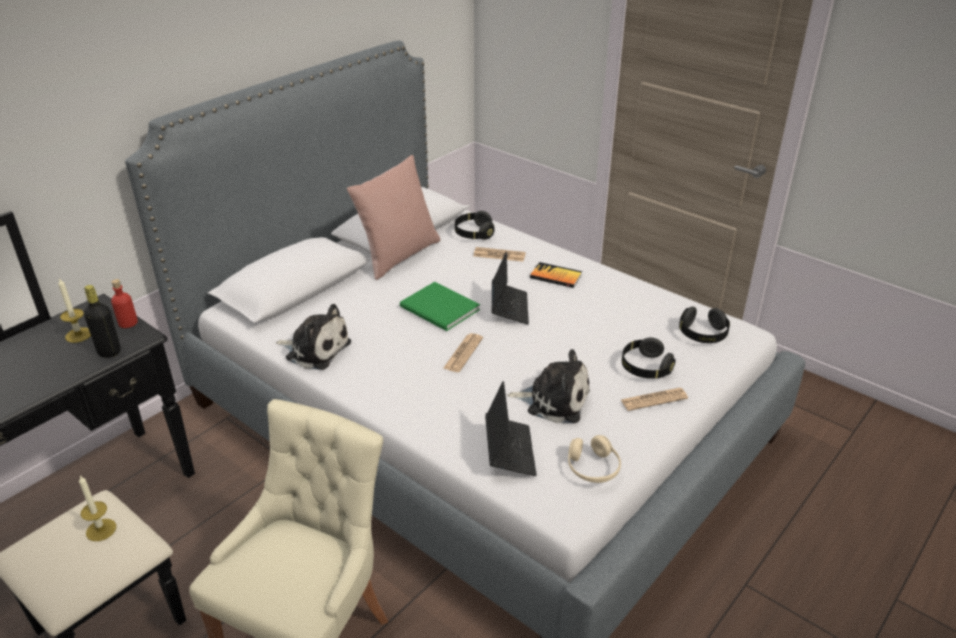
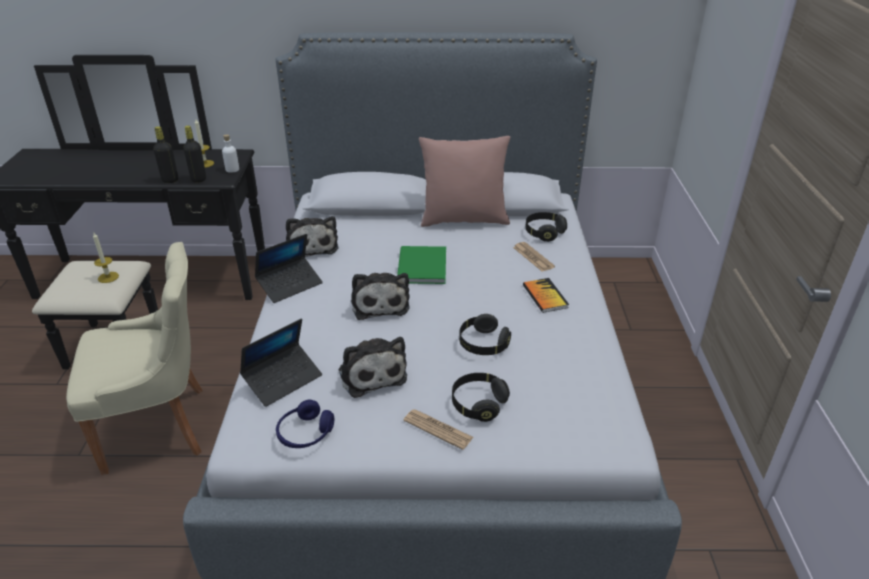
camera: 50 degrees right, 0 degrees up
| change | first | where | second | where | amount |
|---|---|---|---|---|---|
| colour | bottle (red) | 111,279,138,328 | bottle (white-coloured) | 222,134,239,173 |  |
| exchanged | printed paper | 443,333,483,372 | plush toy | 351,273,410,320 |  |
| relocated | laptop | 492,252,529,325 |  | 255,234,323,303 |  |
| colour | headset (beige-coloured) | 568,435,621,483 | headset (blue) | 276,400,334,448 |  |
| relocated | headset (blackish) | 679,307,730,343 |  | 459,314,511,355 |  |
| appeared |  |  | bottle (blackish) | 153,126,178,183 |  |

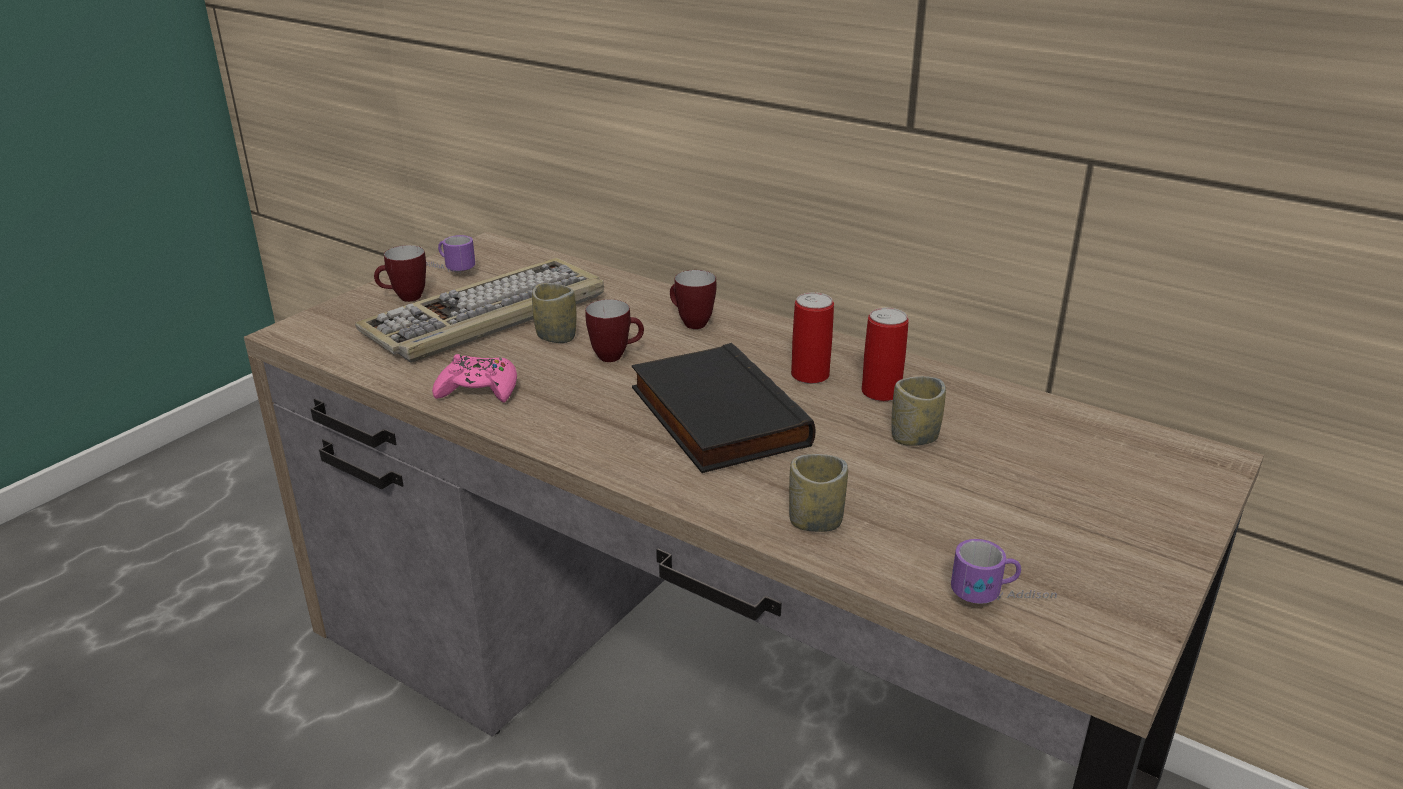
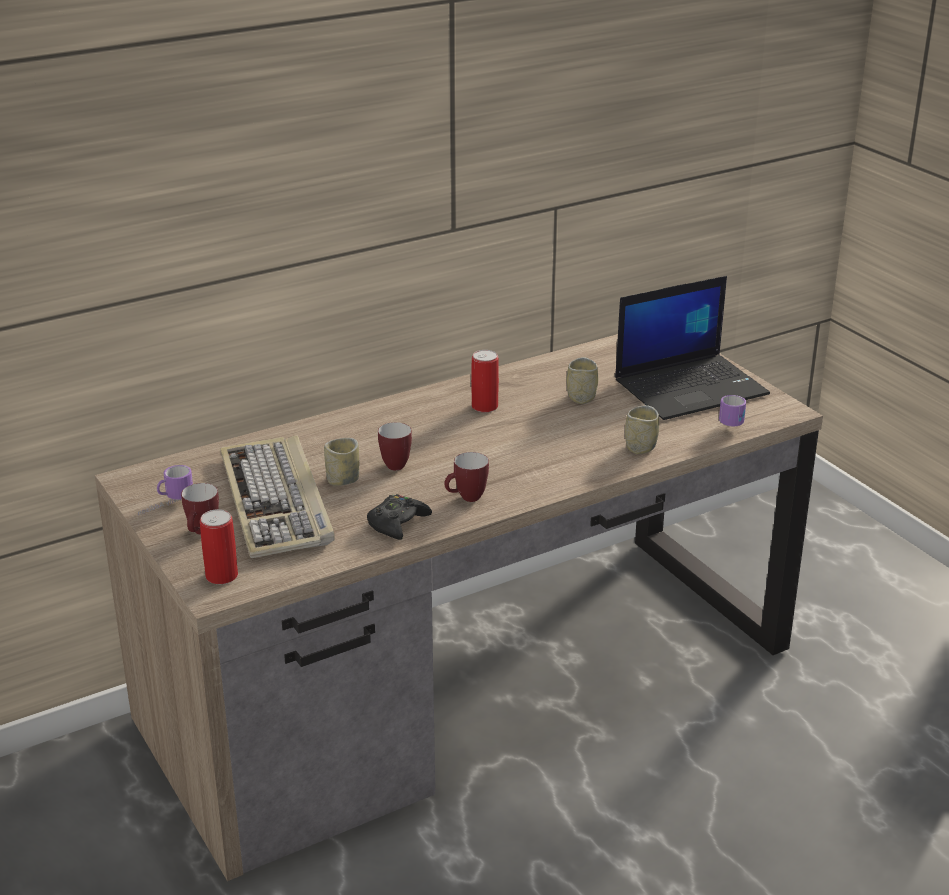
camera: 65 degrees left, 0 degrees up
| change | first | where | second | where | amount |
|---|---|---|---|---|---|
| colour | gamepad (pink-coloured) | 432,354,517,403 | gamepad (blackish) | 367,494,432,540 |  |
| missing | bound book (blackish) | 632,343,816,473 |  |  |  |
| relocated | mug | 670,270,716,329 |  | 444,452,489,502 |  |
| relocated | can | 862,308,909,401 |  | 200,509,238,584 |  |
| appeared |  |  | laptop | 615,276,770,420 |  |

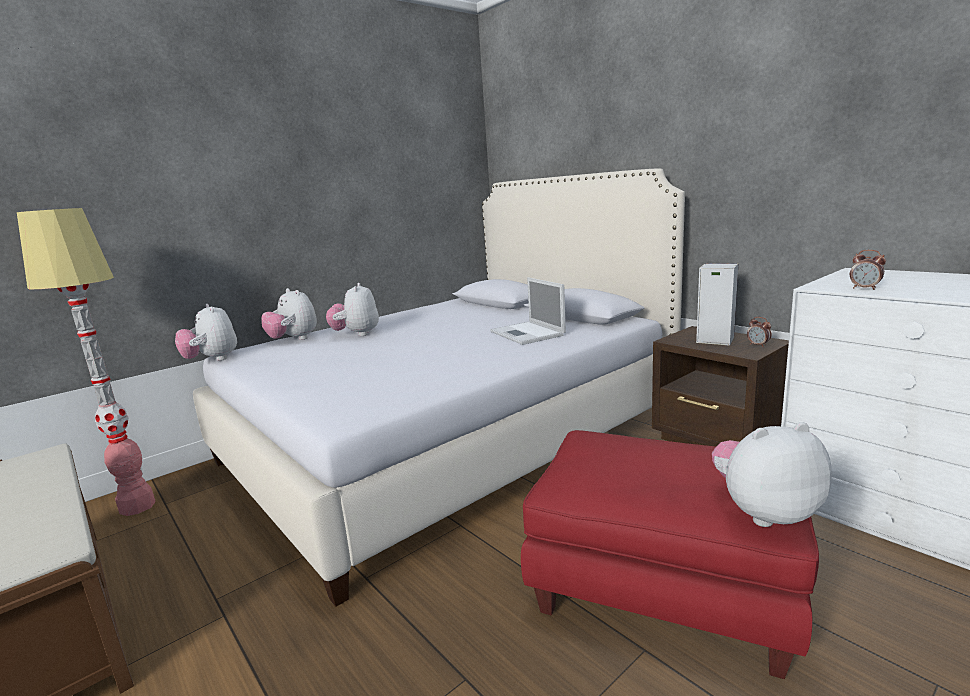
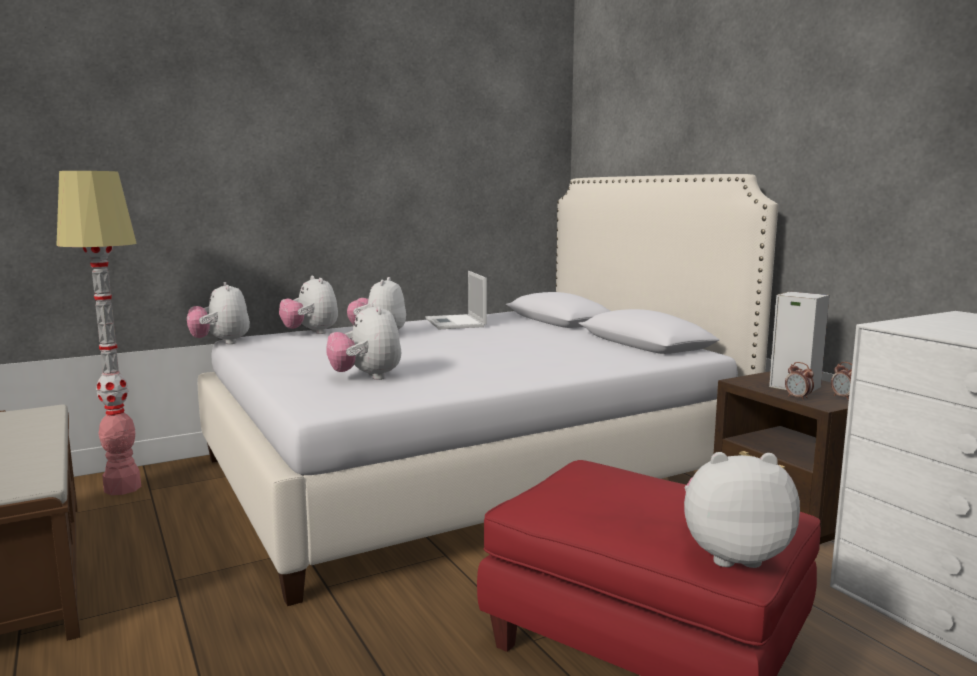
camera: 10 degrees right, 5 degrees down
| change | first | where | second | where | amount |
|---|---|---|---|---|---|
| relocated | laptop | 490,277,566,345 |  | 425,271,487,329 |  |
| relocated | table clock | 850,250,886,290 |  | 785,362,814,400 |  |
| appeared |  |  | plush toy | 326,302,401,380 |  |

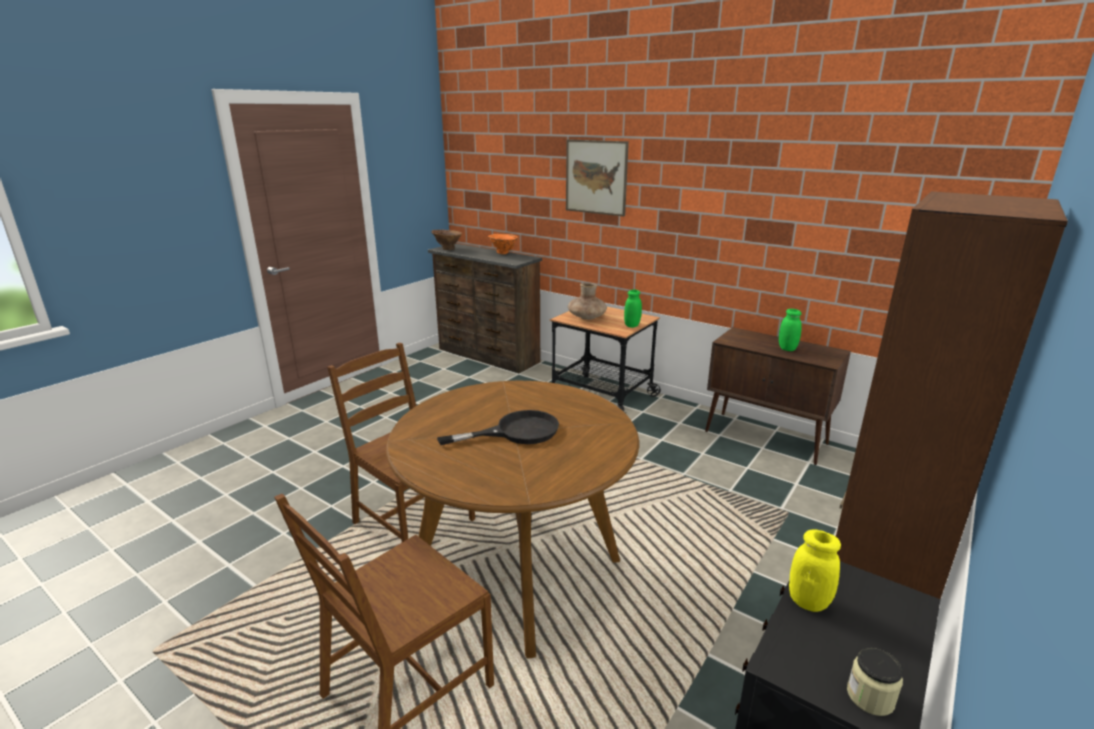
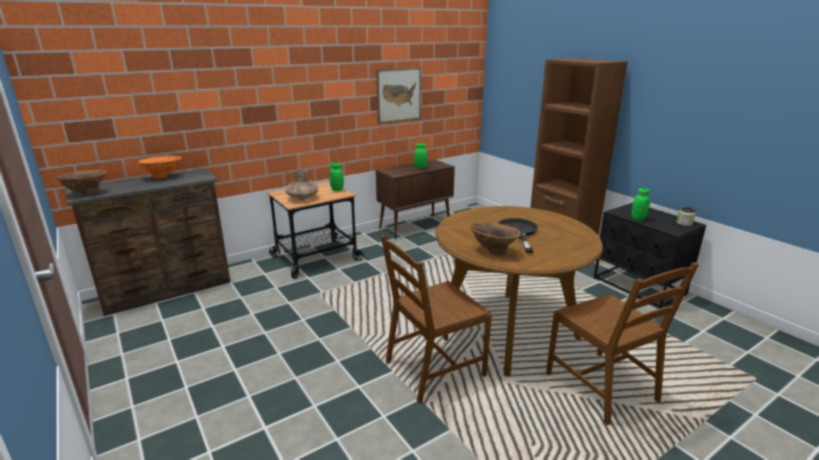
camera: 70 degrees left, 0 degrees up
| change | first | where | second | where | amount |
|---|---|---|---|---|---|
| relocated | picture | 566,139,629,216 |  | 377,68,421,124 |  |
| colour | preserve jar (yellow-coloured) | 789,529,841,612 | preserve jar (green-coloured) | 632,188,650,221 |  |
| appeared |  |  | decorative vase (brownish) | 470,222,521,255 |  |

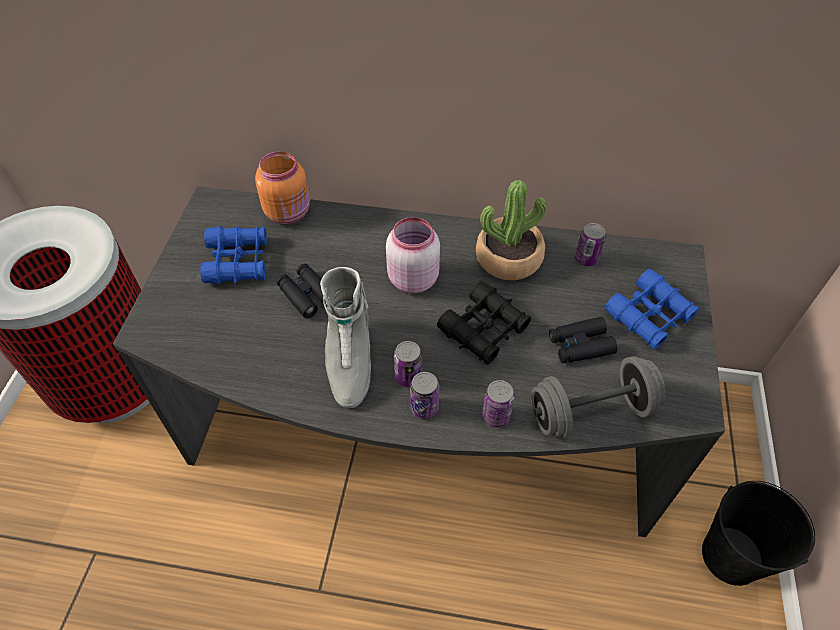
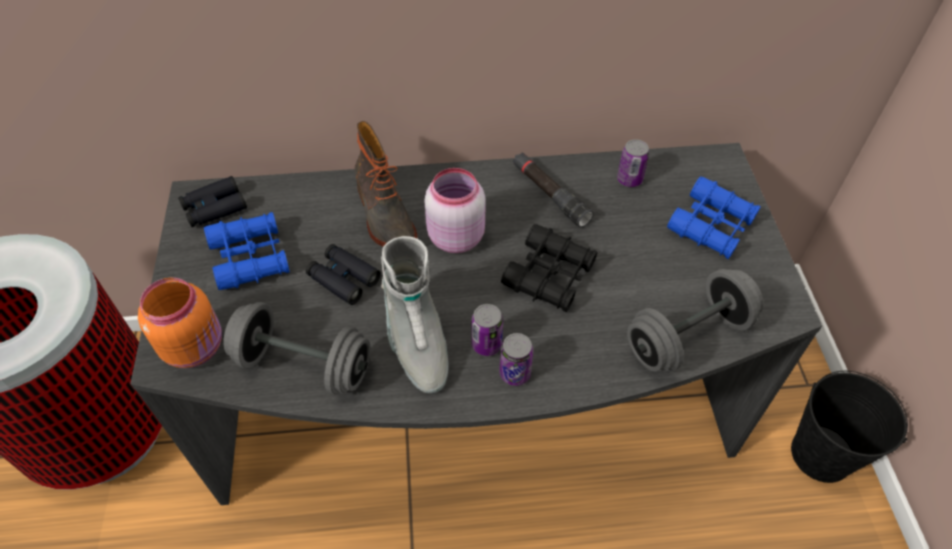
camera: 15 degrees left, 0 degrees up
| change | first | where | second | where | amount |
|---|---|---|---|---|---|
| relocated | preserve jar (orangey) | 255,152,310,224 |  | 138,278,222,368 |  |
| exchanged | potted plant | 476,180,547,280 | hand torch (blackish) | 513,153,594,227 |  |
| missing | can | 482,380,515,427 |  |  |  |
| relocated | pair of binoculars (blackish) | 549,317,617,363 |  | 178,176,247,227 |  |
| appeared |  |  | hand weight (greyish) | 223,302,370,395 |  |
| appeared |  |  | boot | 354,121,418,247 |  |

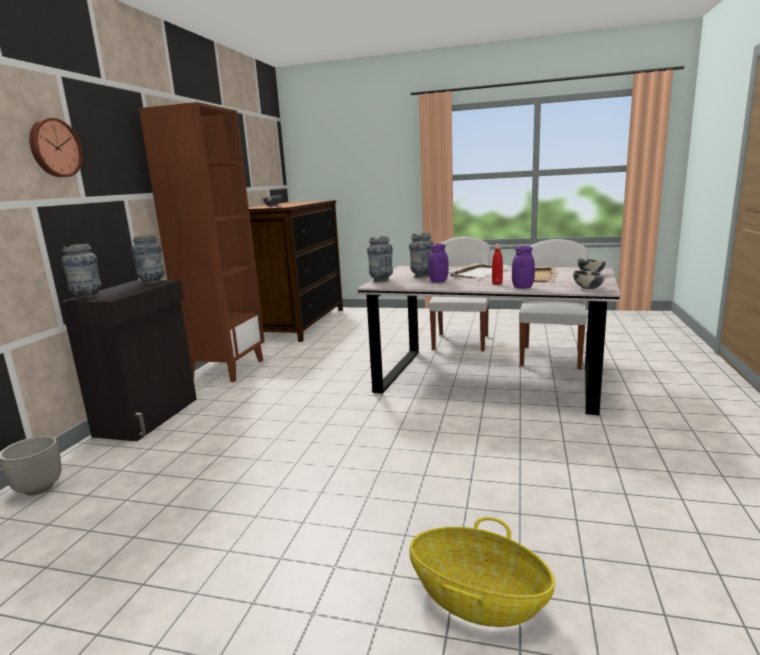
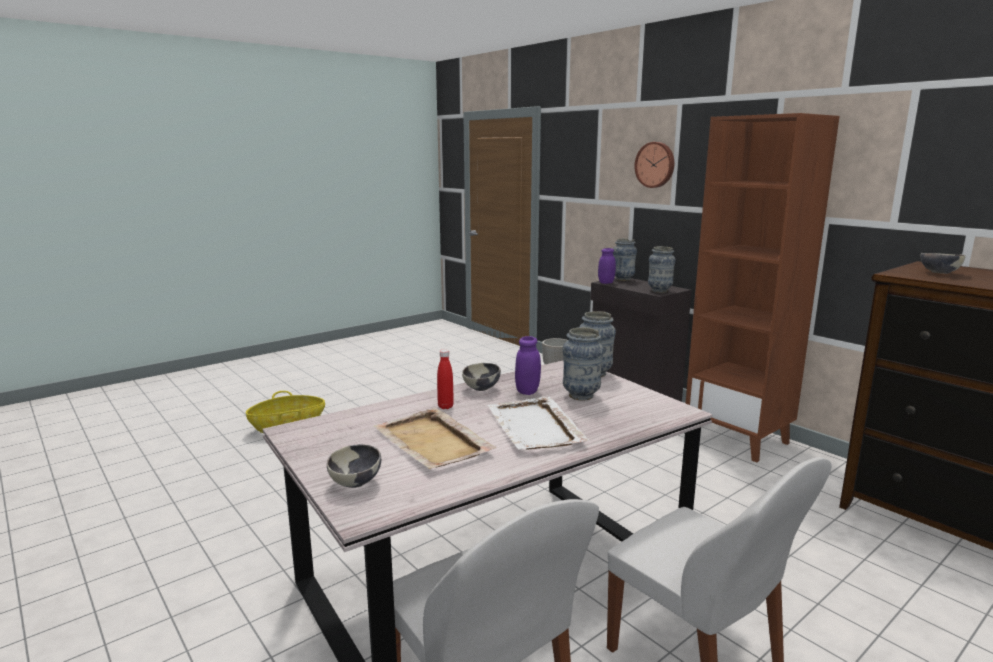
camera: 125 degrees right, 0 degrees up
| change | first | where | second | where | amount |
|---|---|---|---|---|---|
| relocated | preserve jar (purplish) | 512,246,535,289 |  | 598,248,616,284 |  |
| relocated | deep dish | 573,270,606,289 |  | 462,363,501,391 |  |

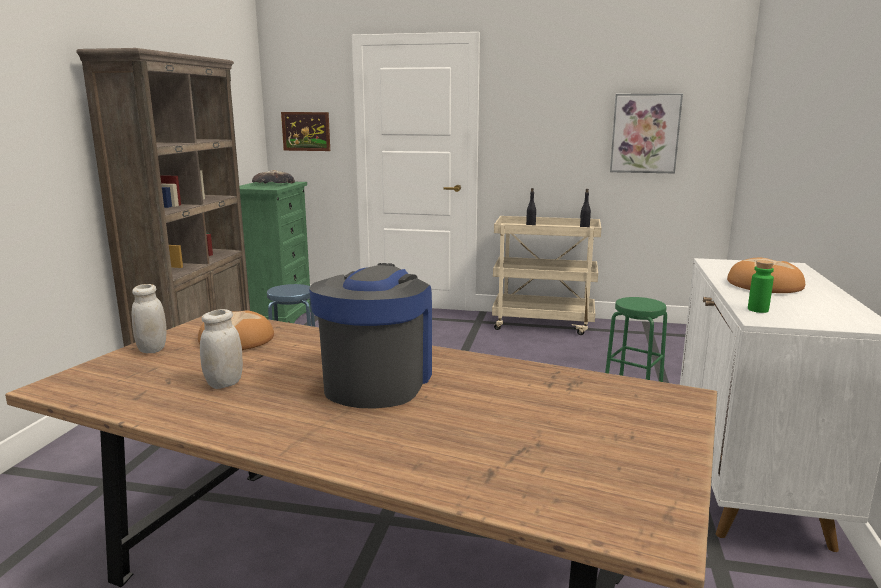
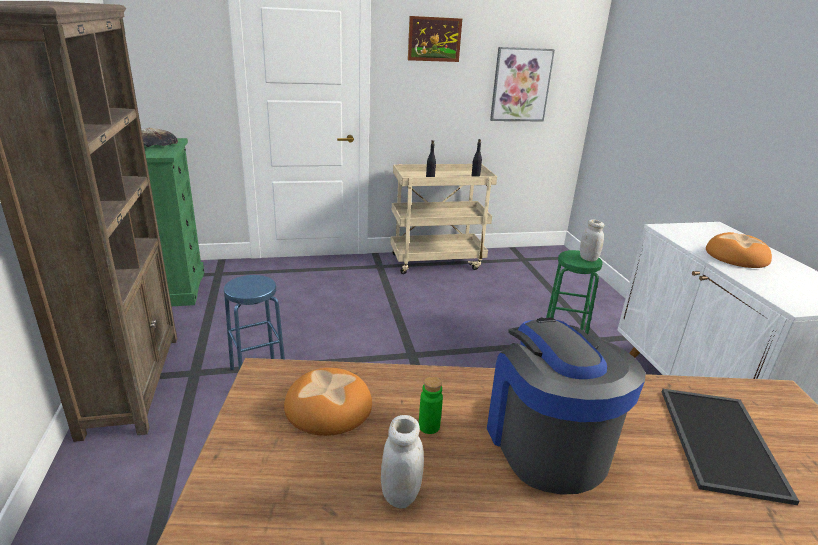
camera: 25 degrees left, 10 degrees up
| change | first | where | second | where | amount |
|---|---|---|---|---|---|
| relocated | preserve jar (white-coloured) | 131,284,167,353 |  | 580,219,604,261 |  |
| relocated | picture | 281,112,330,151 |  | 408,16,462,62 |  |
| relocated | bottle (green-coloured) | 748,260,774,313 |  | 419,376,443,434 |  |
| appeared |  |  | carrying tray | 662,389,800,505 |  |

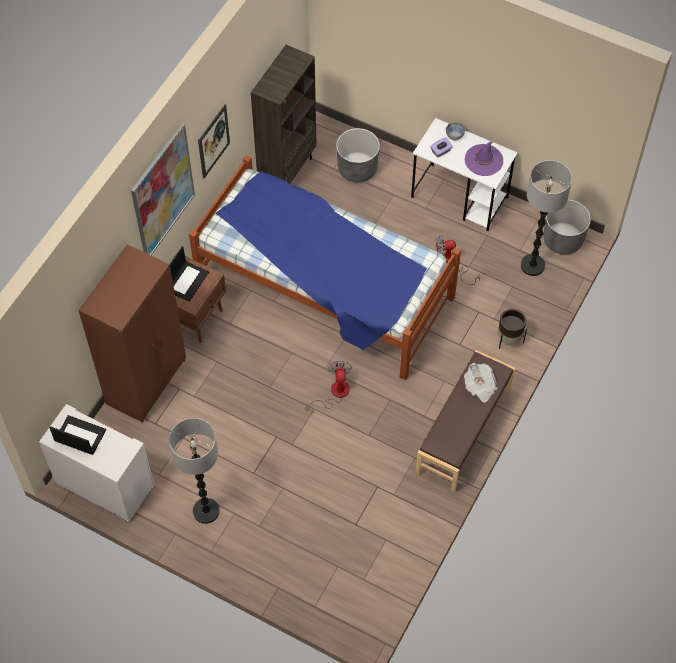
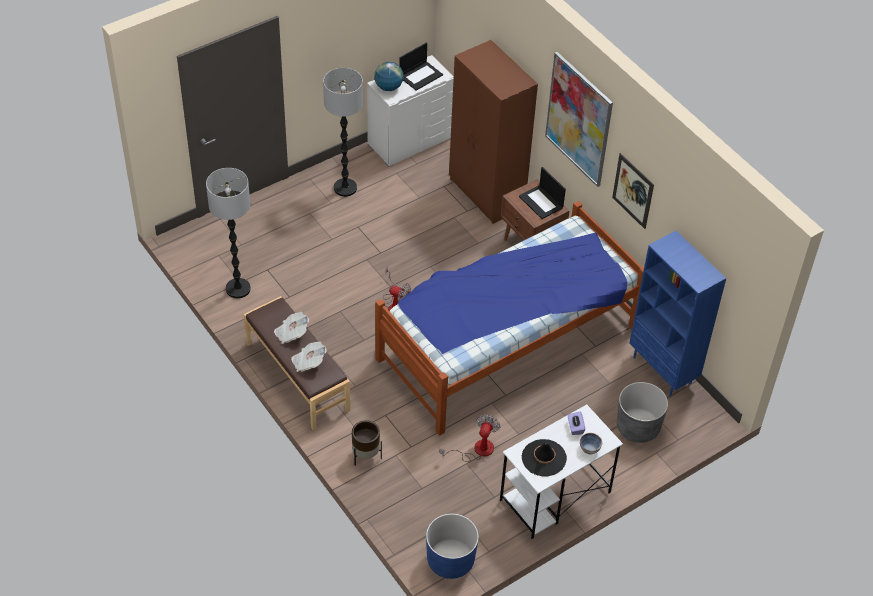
camera: 115 degrees right, 10 degrees down
| change | first | where | second | where | amount |
|---|---|---|---|---|---|
| colour | bookcase (brownish) | 251,45,317,184 | bookcase (blue) | 629,231,726,396 |  |
| colour | hat (purplish) | 465,142,503,176 | hat (blackish) | 522,439,567,477 |  |
| relocated | floor lamp | 521,160,572,276 |  | 206,168,251,299 |  |
| colour | plant pot (greyish) | 543,199,591,255 | plant pot (blue) | 426,514,479,579 |  |
| appeared |  |  | printed paper | 274,312,309,344 |  |
| appeared |  |  | desk globe | 374,61,403,91 |  |

